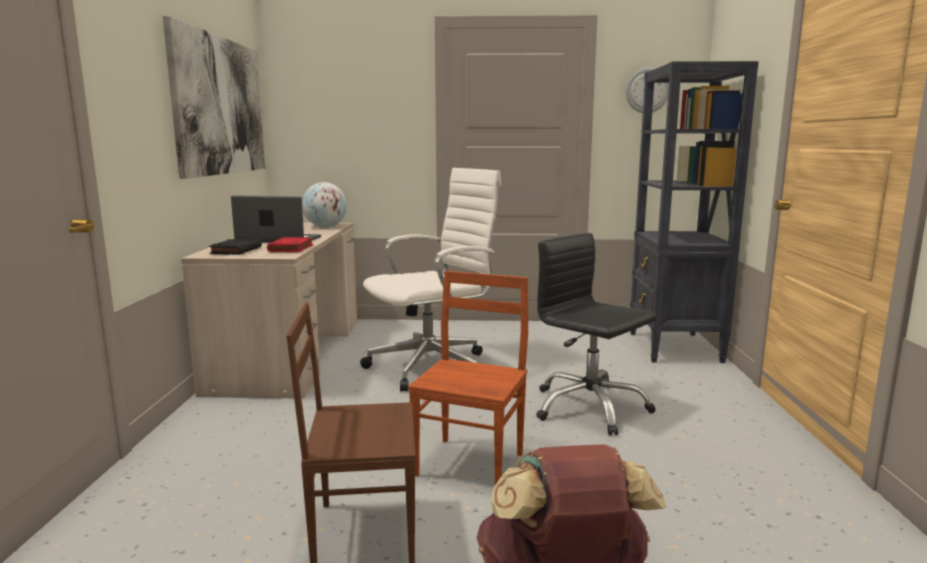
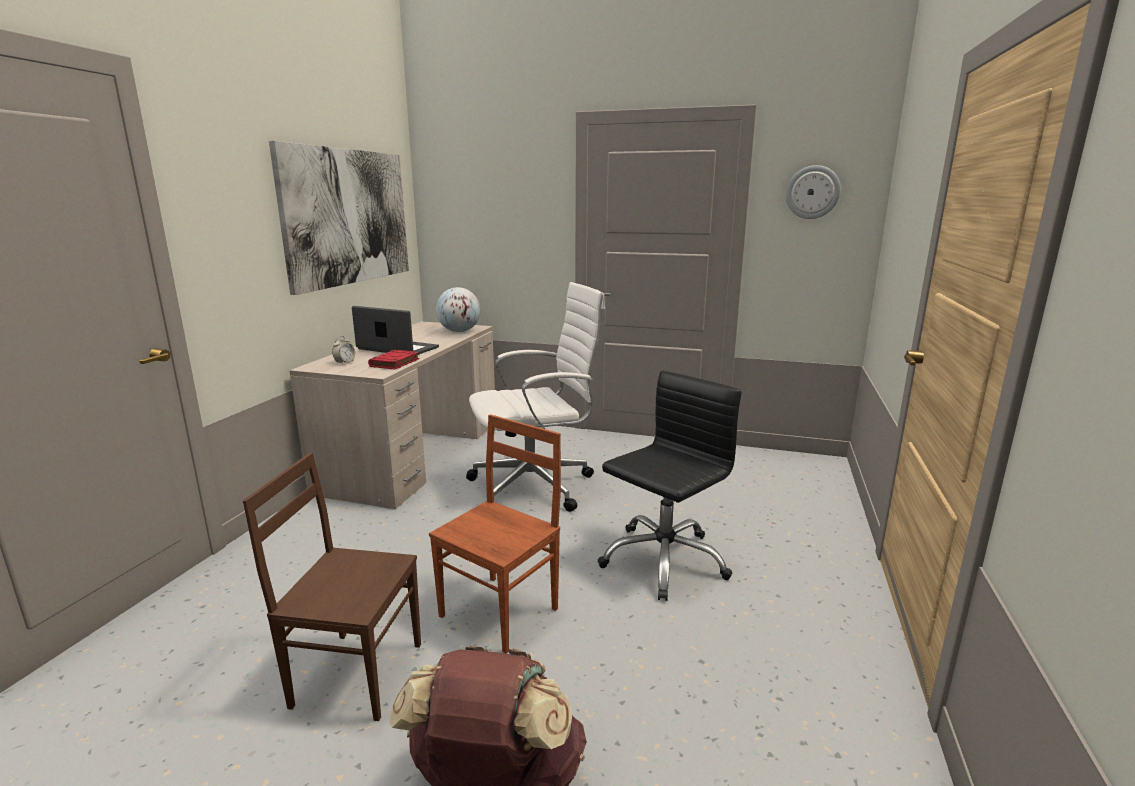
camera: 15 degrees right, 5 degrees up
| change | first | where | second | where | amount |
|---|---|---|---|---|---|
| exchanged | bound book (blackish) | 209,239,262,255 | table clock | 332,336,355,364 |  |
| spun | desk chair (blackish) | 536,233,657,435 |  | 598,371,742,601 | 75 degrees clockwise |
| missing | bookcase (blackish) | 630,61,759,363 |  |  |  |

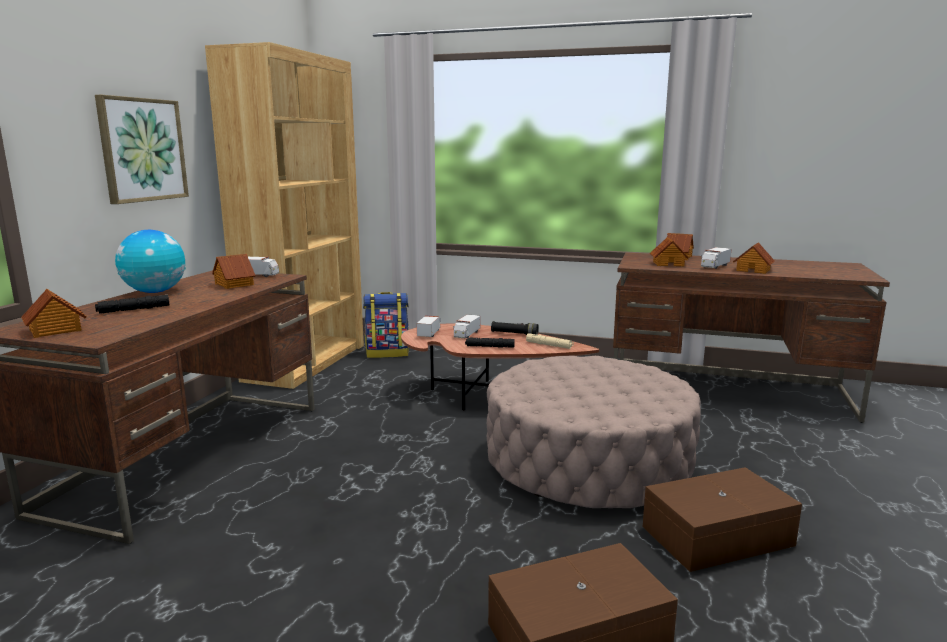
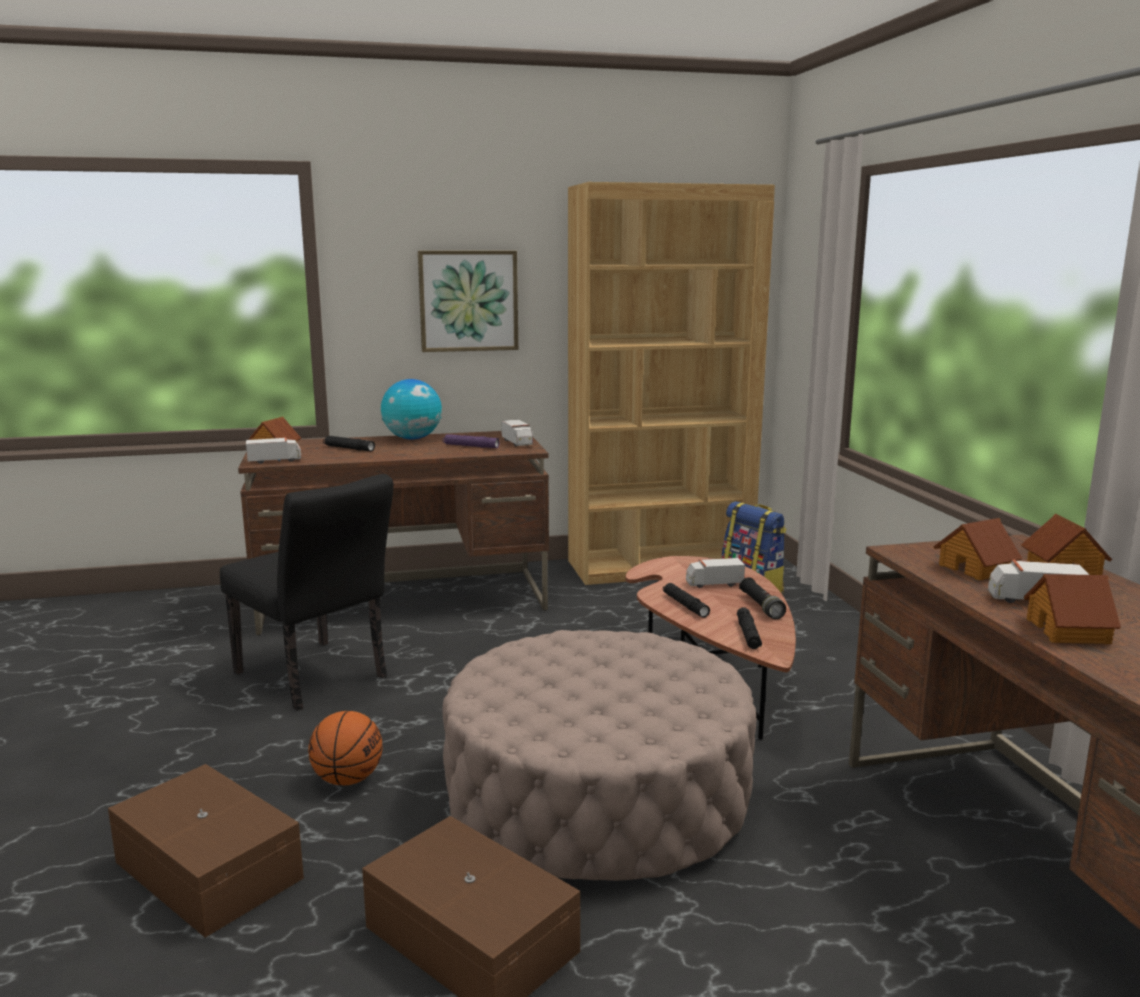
camera: 60 degrees right, 0 degrees up
| change | first | where | second | where | amount |
|---|---|---|---|---|---|
| exchanged | miniature house | 212,254,256,289 | hand torch (purplish) | 443,434,499,448 |  |
| relocated | model truck | 417,316,441,337 |  | 246,437,301,464 |  |
| colour | hand torch (beige-coloured) | 526,333,574,349 | hand torch (blackish) | 737,607,762,649 |  |
| appeared |  |  | plain chair (blackish) | 220,474,394,711 |  |
| appeared |  |  | basketball ball | 308,711,383,786 |  |

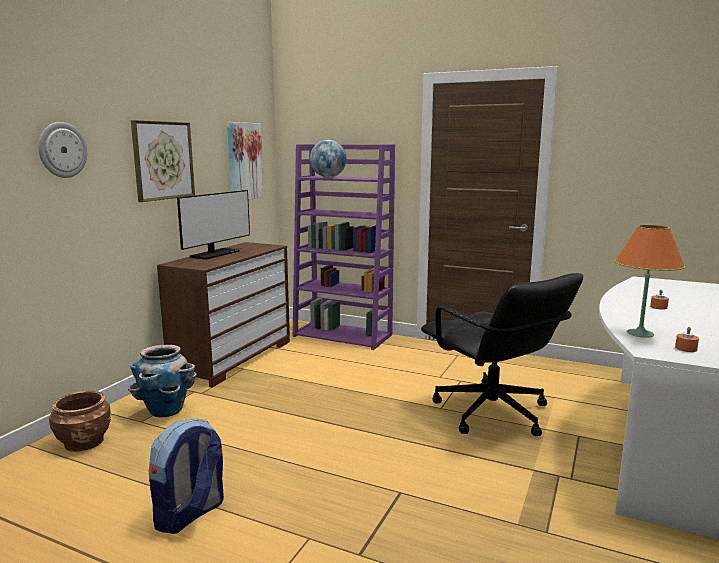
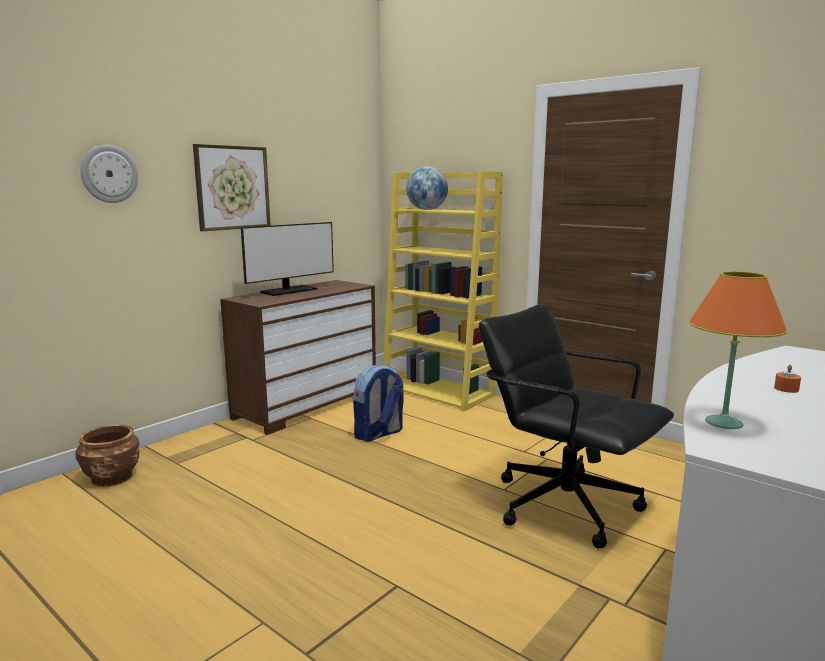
camera: 15 degrees right, 0 degrees up
| change | first | where | second | where | amount |
|---|---|---|---|---|---|
| missing | plant pot | 128,345,197,417 |  |  |  |
| relocated | backpack | 149,418,224,534 |  | 353,365,404,442 |  |
| missing | picture | 227,122,264,200 |  |  |  |
| colour | bookcase (purplish) | 292,144,395,350 | bookcase (yellow-coloured) | 384,171,503,412 |  |
| spun | desk chair (blackish) | 421,273,583,436 |  | 479,304,674,548 | 150 degrees clockwise |
| missing | wax light (orangey) | 675,327,699,352 |  |  |  |

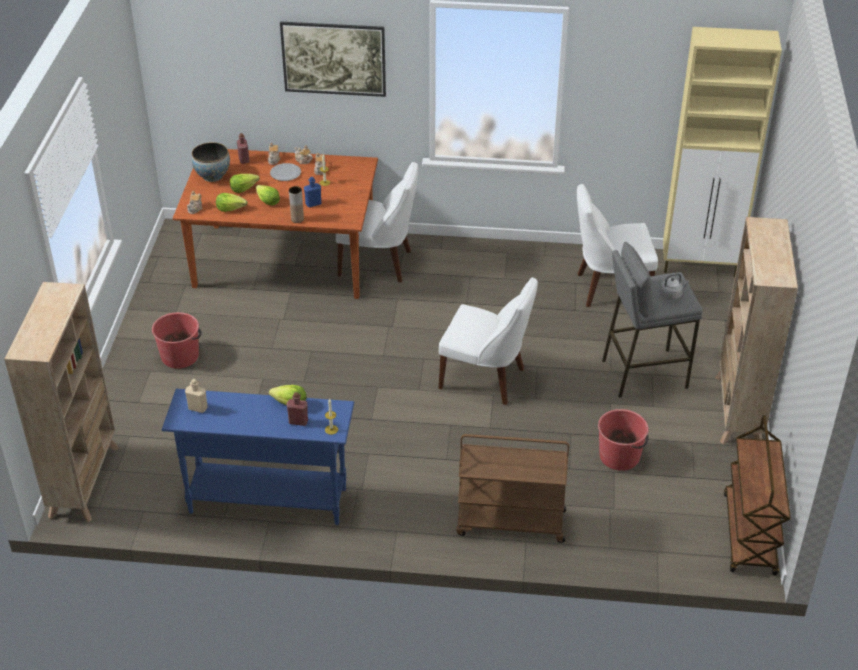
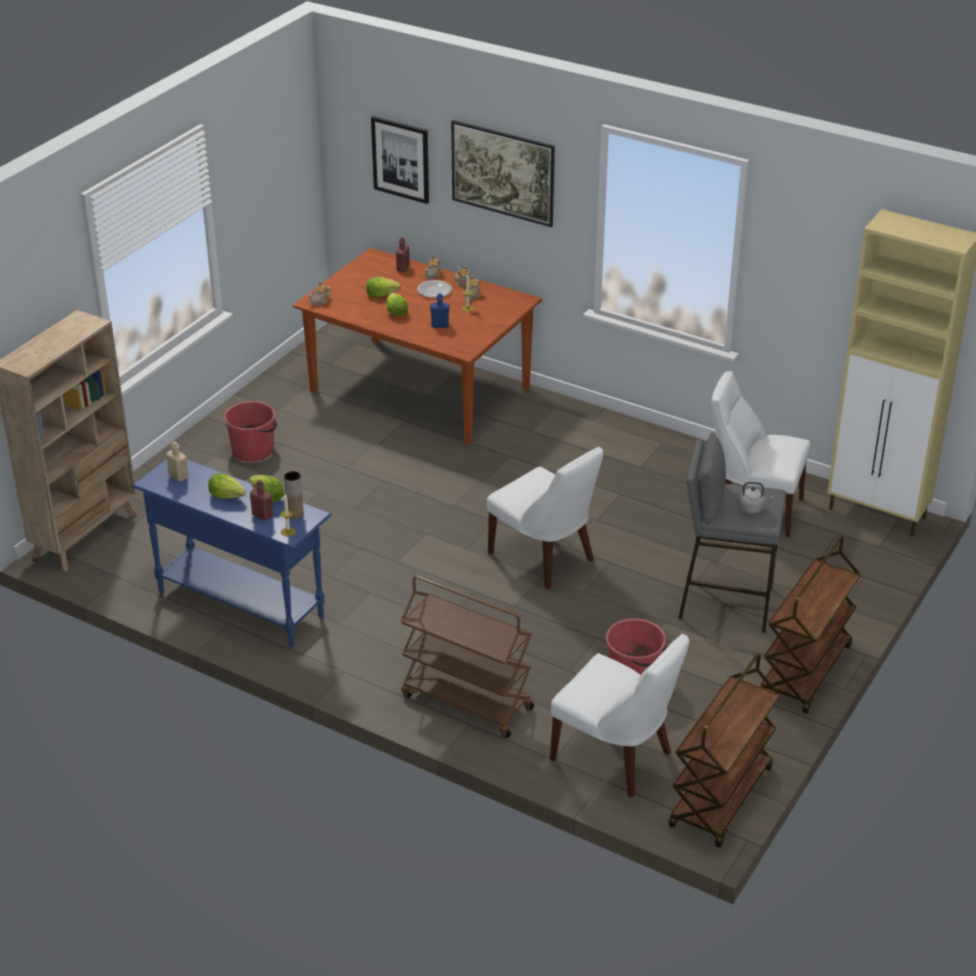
camera: 25 degrees right, 5 degrees down
| change | first | where | second | where | amount |
|---|---|---|---|---|---|
| missing | deep dish | 192,142,230,182 |  |  |  |
| relocated | lettuce head | 216,193,248,212 |  | 208,473,246,498 |  |
| relocated | decorative vase (brownish) | 289,186,304,223 |  | 284,471,304,519 |  |
| relocated | plain chair (white-coloured) | 336,162,418,282 |  | 550,634,689,798 |  |
| exchanged | bookcase (beige-coloured) | 715,217,798,444 | cart (brownish) | 760,536,861,714 |  |
| appeared |  |  | picture | 371,116,429,204 |  |

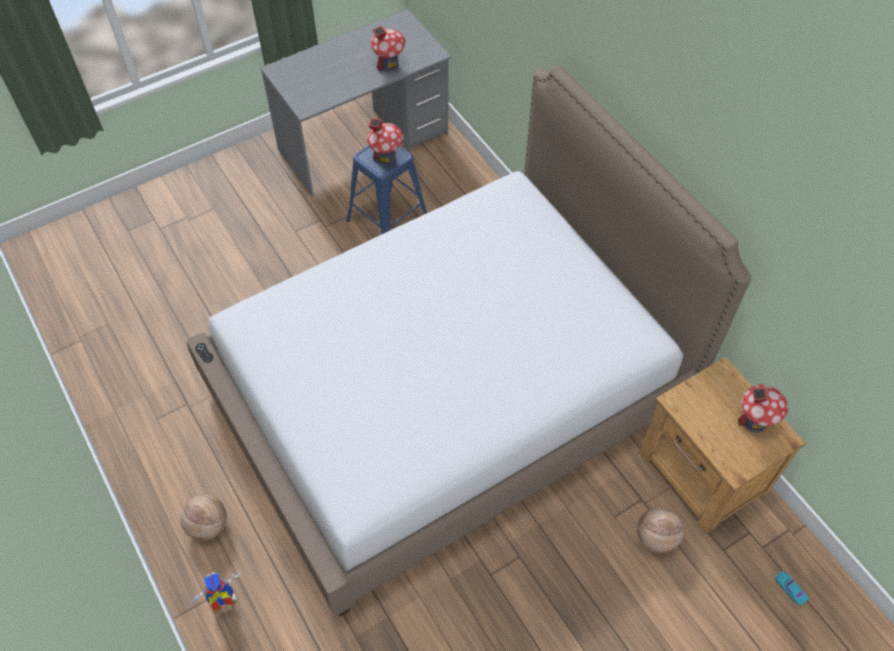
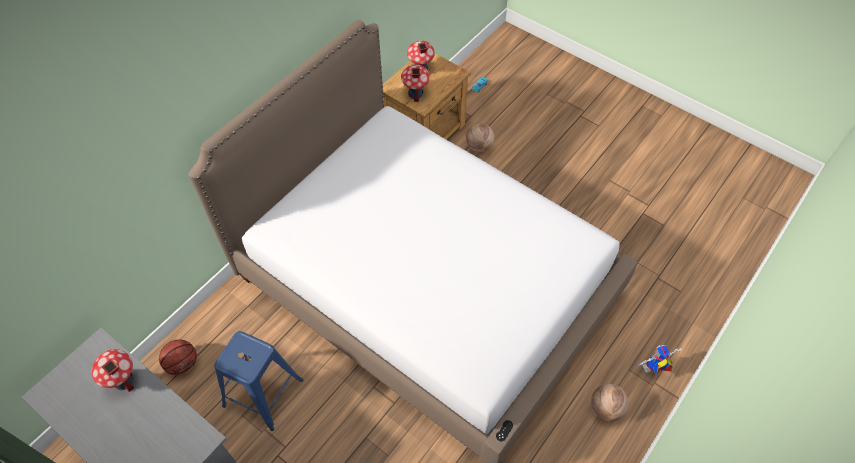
camera: 110 degrees left, 0 degrees up
| change | first | where | second | where | amount |
|---|---|---|---|---|---|
| spun | model robot | 189,573,241,613 |  | 635,345,682,375 | 120 degrees clockwise |
| relocated | miniature house | 367,118,404,166 |  | 401,65,430,102 |  |
| appeared |  |  | basketball ball | 159,339,197,375 |  |

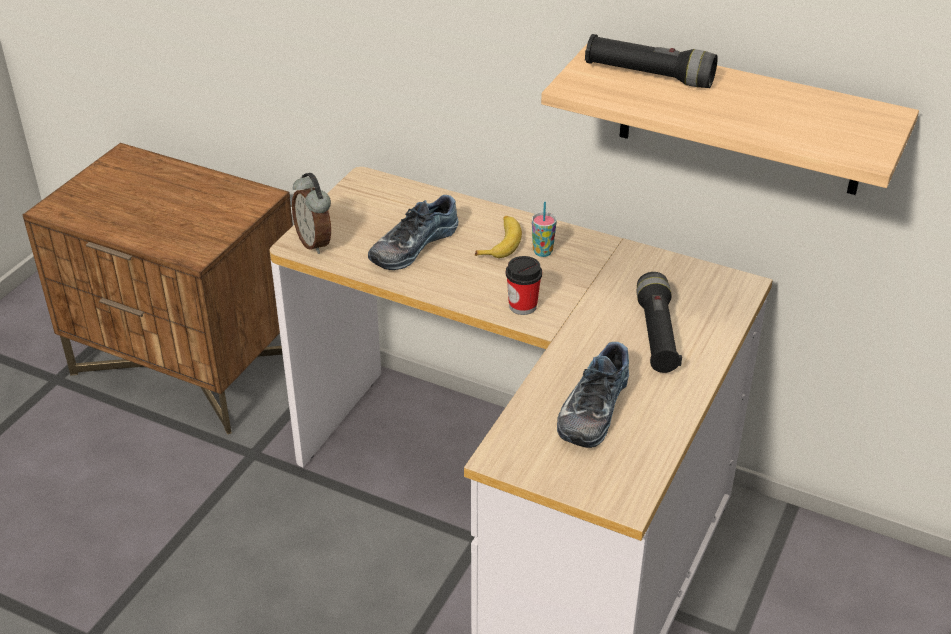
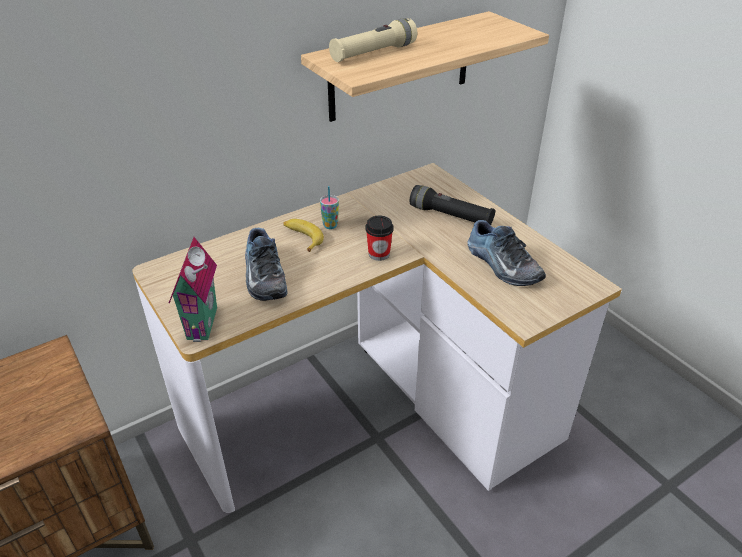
camera: 60 degrees left, 0 degrees up
| change | first | where | second | where | amount |
|---|---|---|---|---|---|
| exchanged | table clock | 292,173,331,254 | miniature house | 169,237,217,342 |  |
| colour | hand torch (blackish) | 585,34,718,88 | hand torch (beige-coloured) | 329,18,417,62 |  |

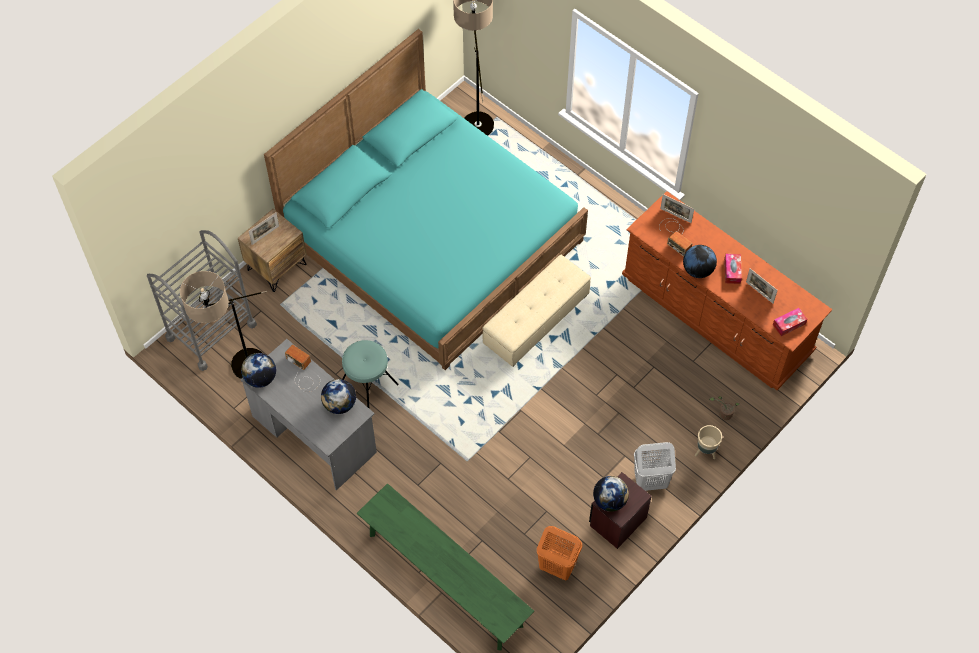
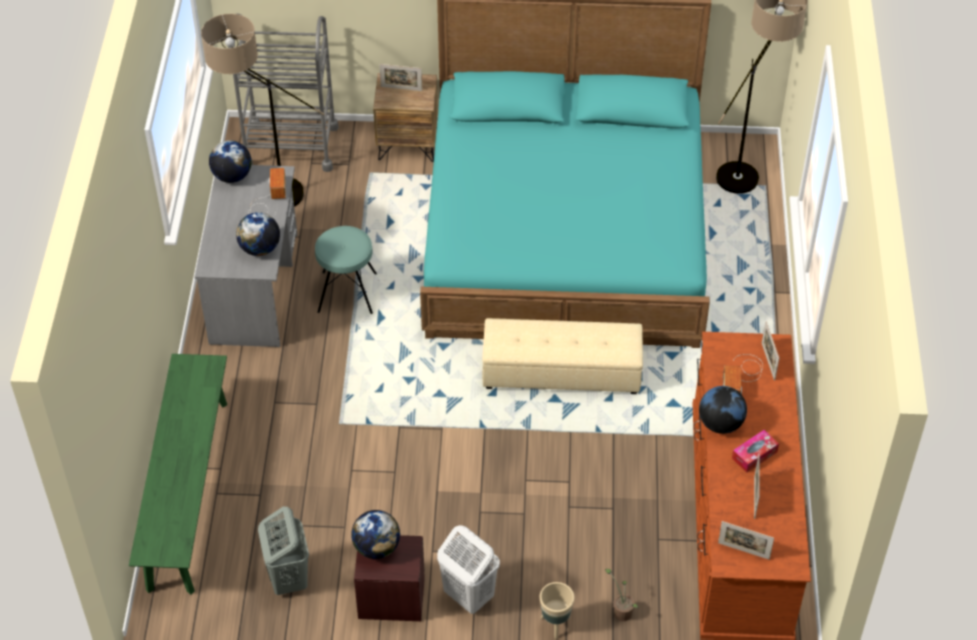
camera: 50 degrees right, 10 degrees down
| change | first | where | second | where | amount |
|---|---|---|---|---|---|
| colour | hamper (orangey) | 537,526,582,581 | hamper (greyish) | 258,507,309,595 |  |
| exchanged | tissue holder | 773,308,807,336 | standing frame | 718,521,774,560 |  |

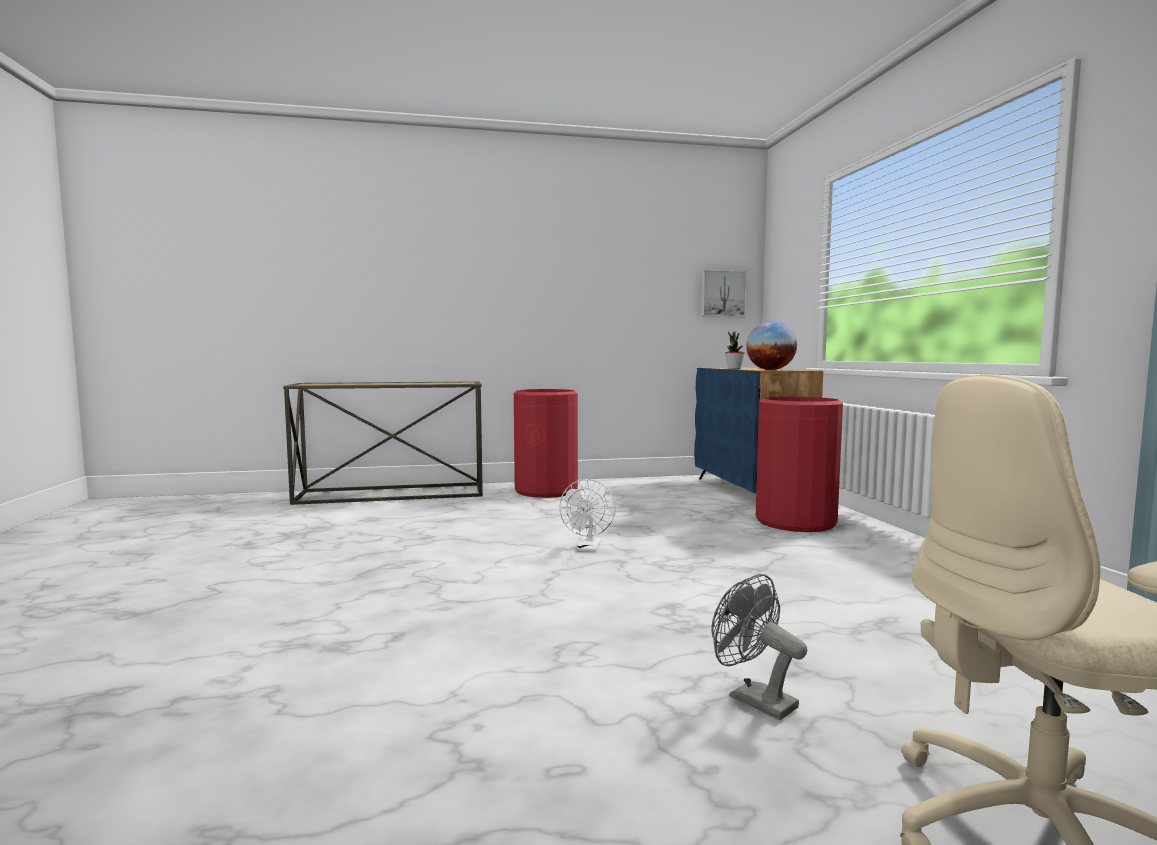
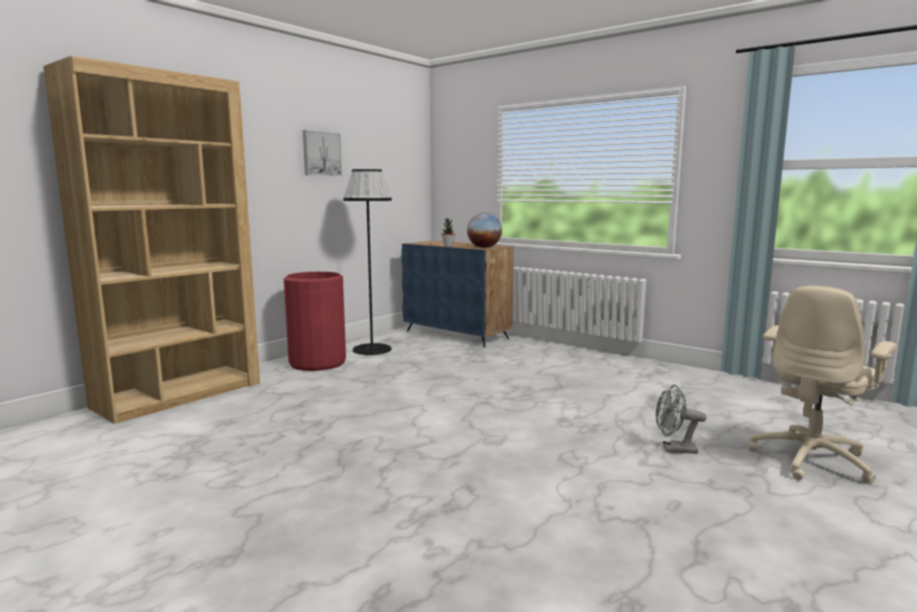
camera: 40 degrees left, 5 degrees up
| change | first | where | second | where | amount |
|---|---|---|---|---|---|
| exchanged | hall table | 283,381,483,505 | bookcase (brownish) | 43,56,260,424 |  |
| missing | cooling fan (white-coloured) | 559,479,616,552 |  |  |  |
| relocated | picture | 701,270,747,317 |  | 303,130,342,176 |  |
| missing | waste bin (red) | 756,397,843,532 |  |  |  |
| appeared |  |  | floor lamp (blackish) | 343,169,392,355 |  |

